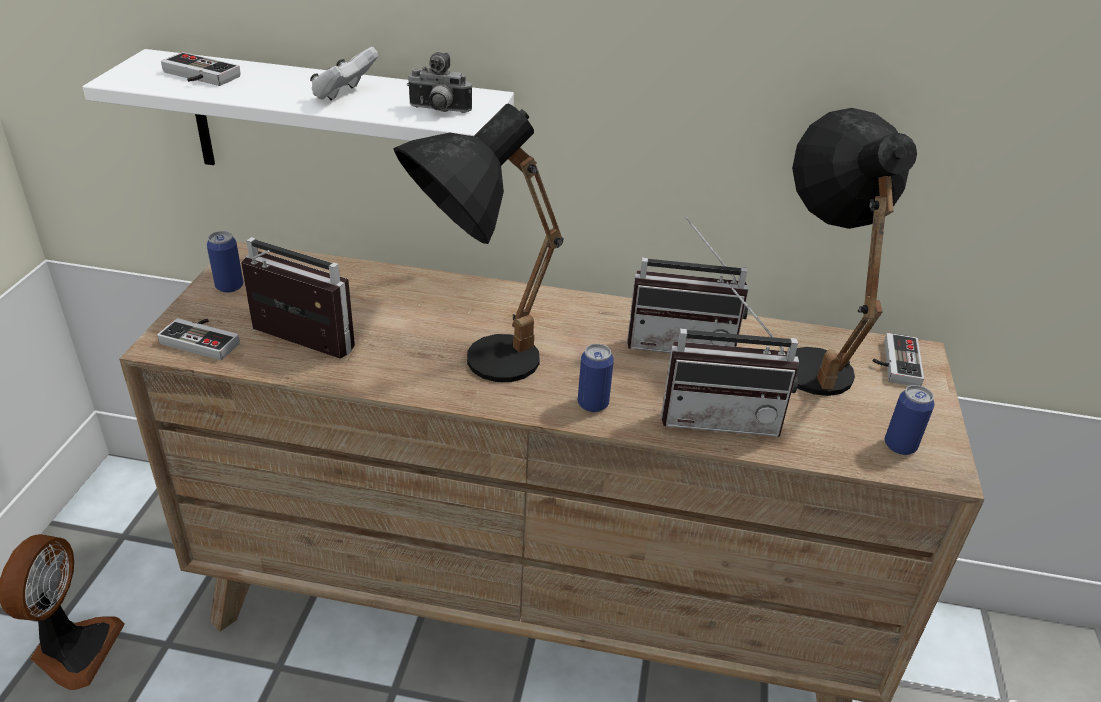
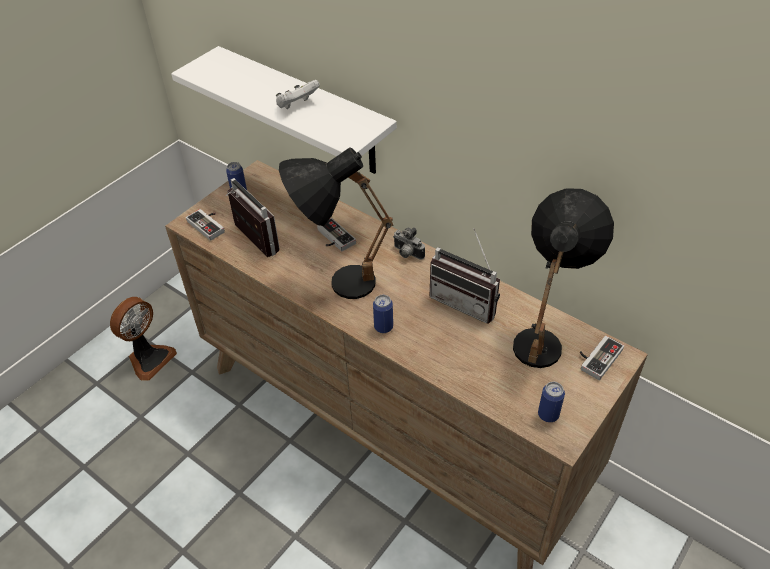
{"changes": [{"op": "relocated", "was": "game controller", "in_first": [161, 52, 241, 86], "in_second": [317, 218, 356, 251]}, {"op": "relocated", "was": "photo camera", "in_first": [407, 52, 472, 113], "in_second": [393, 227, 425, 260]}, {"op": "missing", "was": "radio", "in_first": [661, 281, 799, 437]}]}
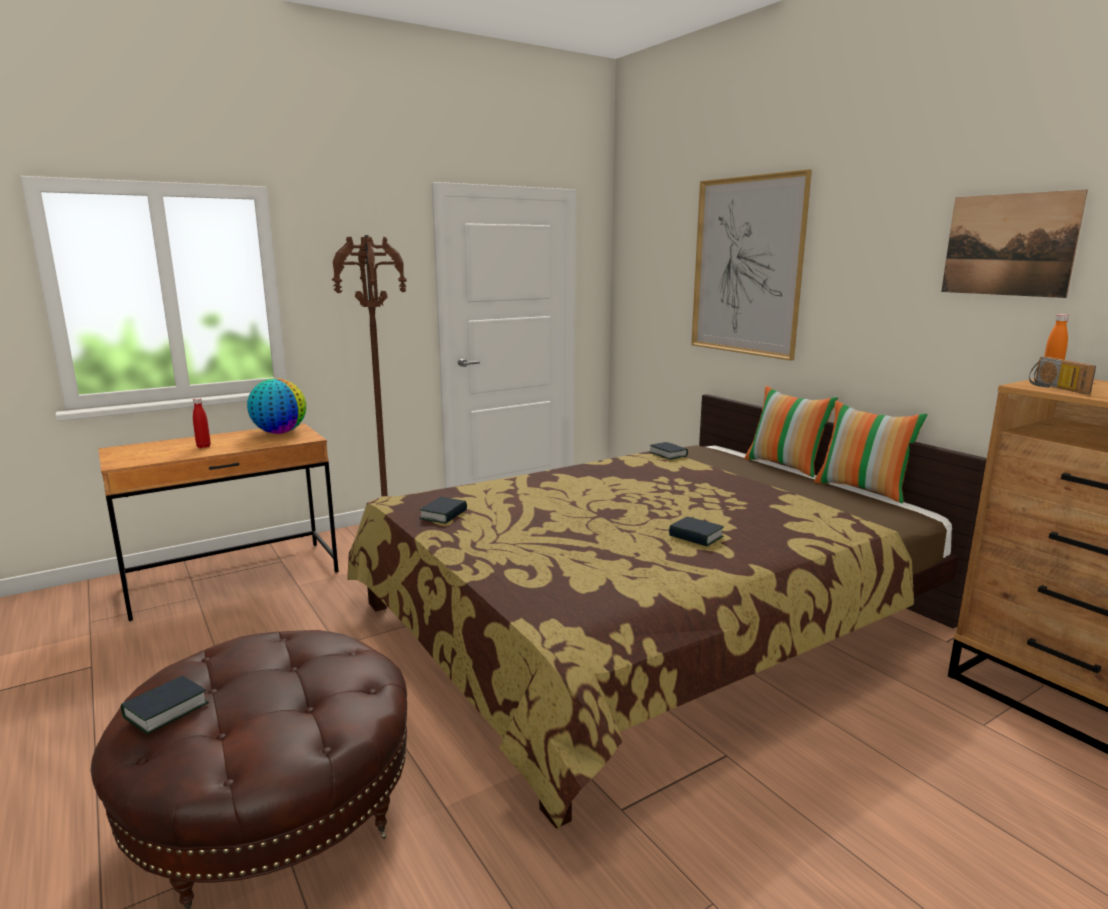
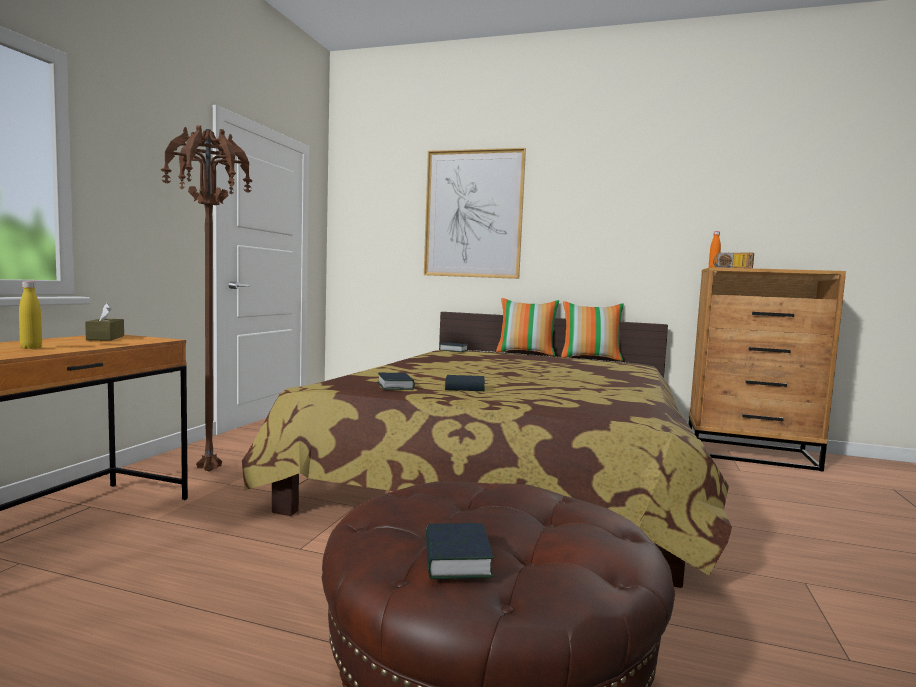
{"changes": [{"op": "colour", "was": "bottle in red", "now": "bottle in yellow", "in_first": [193, 398, 211, 448], "in_second": [19, 281, 42, 349]}, {"op": "exchanged", "was": "globe", "now": "tissue box in brown", "in_first": [247, 378, 306, 434], "in_second": [85, 303, 124, 340]}, {"op": "relocated", "was": "book", "in_first": [669, 517, 724, 546], "in_second": [445, 375, 485, 391]}, {"op": "missing", "was": "picture", "in_first": [941, 190, 1088, 298]}]}
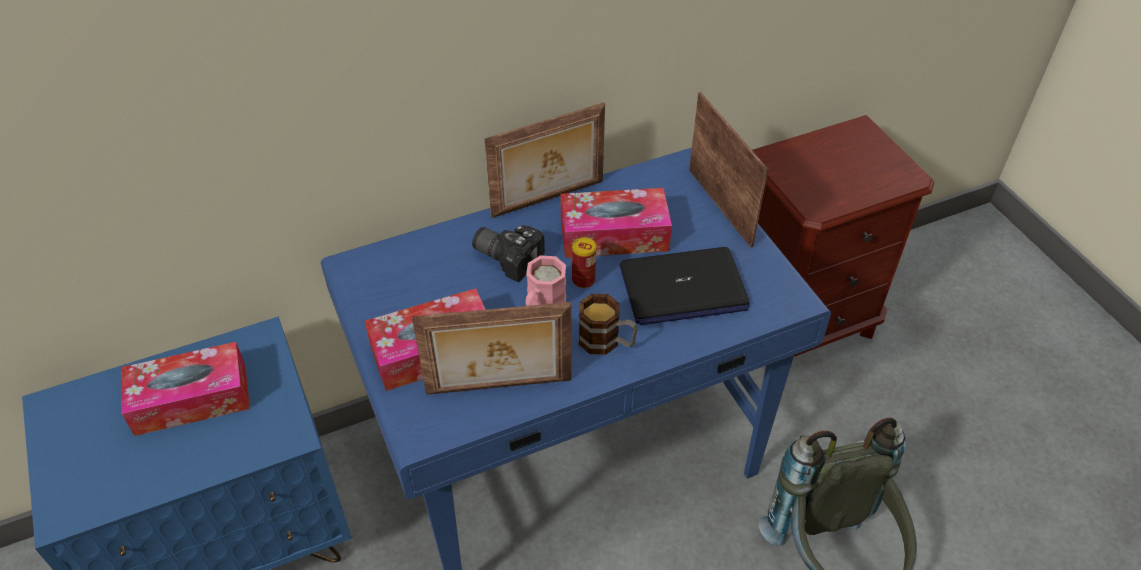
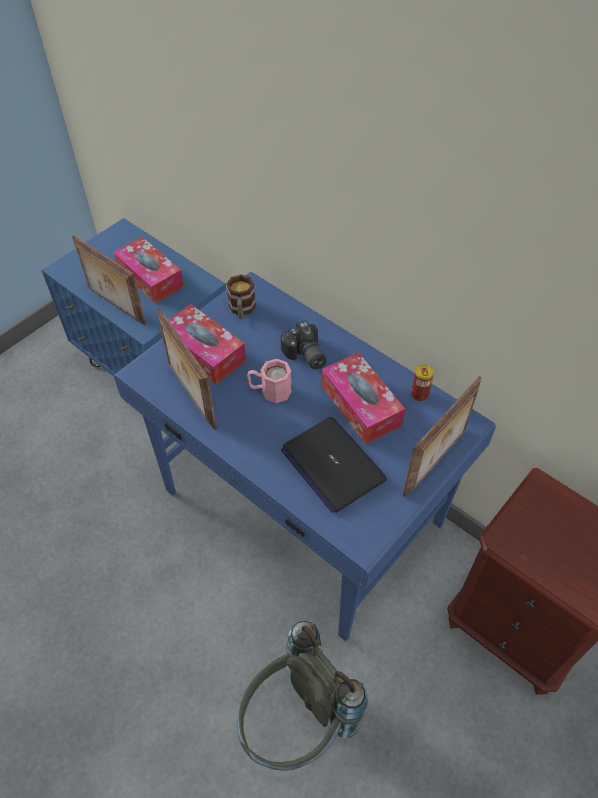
{"changes": [{"op": "relocated", "was": "picture frame", "in_first": [485, 102, 605, 218], "in_second": [72, 235, 146, 325]}, {"op": "relocated", "was": "mug", "in_first": [579, 294, 638, 355], "in_second": [226, 275, 256, 319]}, {"op": "spun", "was": "photo camera", "in_first": [472, 225, 545, 282], "in_second": [281, 321, 326, 369], "clockwise": 150}, {"op": "relocated", "was": "can", "in_first": [572, 237, 597, 288], "in_second": [411, 364, 434, 401]}]}
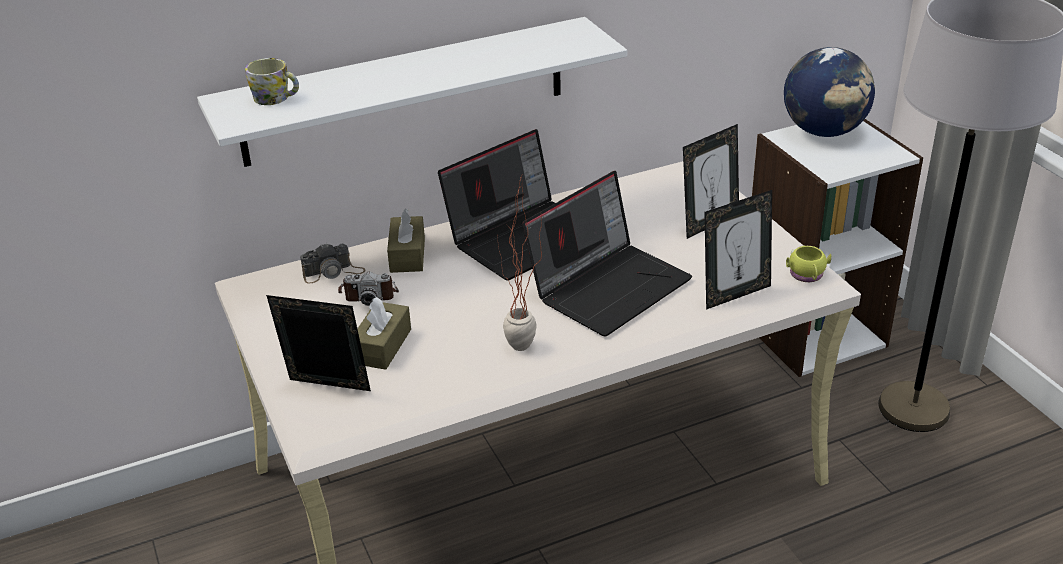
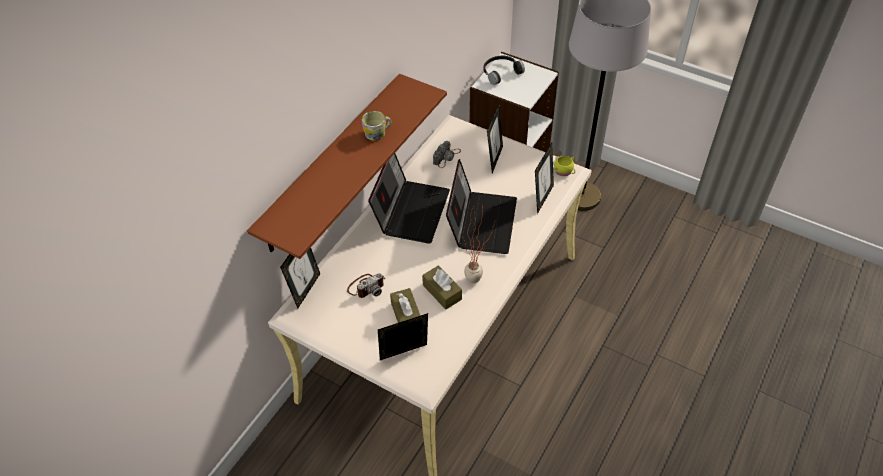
{"changes": [{"op": "colour", "was": "shelf in white", "now": "shelf in brown", "in_first": [197, 17, 627, 167], "in_second": [247, 74, 447, 259]}, {"op": "appeared", "now": "picture frame", "in_second": [280, 248, 320, 308]}, {"op": "relocated", "was": "mug", "in_first": [245, 58, 299, 105], "in_second": [362, 111, 391, 141]}, {"op": "relocated", "was": "tissue box in brown", "in_first": [387, 208, 425, 273], "in_second": [422, 265, 462, 310]}, {"op": "relocated", "was": "photo camera", "in_first": [300, 243, 366, 283], "in_second": [433, 141, 461, 168]}, {"op": "exchanged", "was": "globe", "now": "headphones in black", "in_first": [784, 47, 875, 137], "in_second": [484, 56, 525, 85]}]}
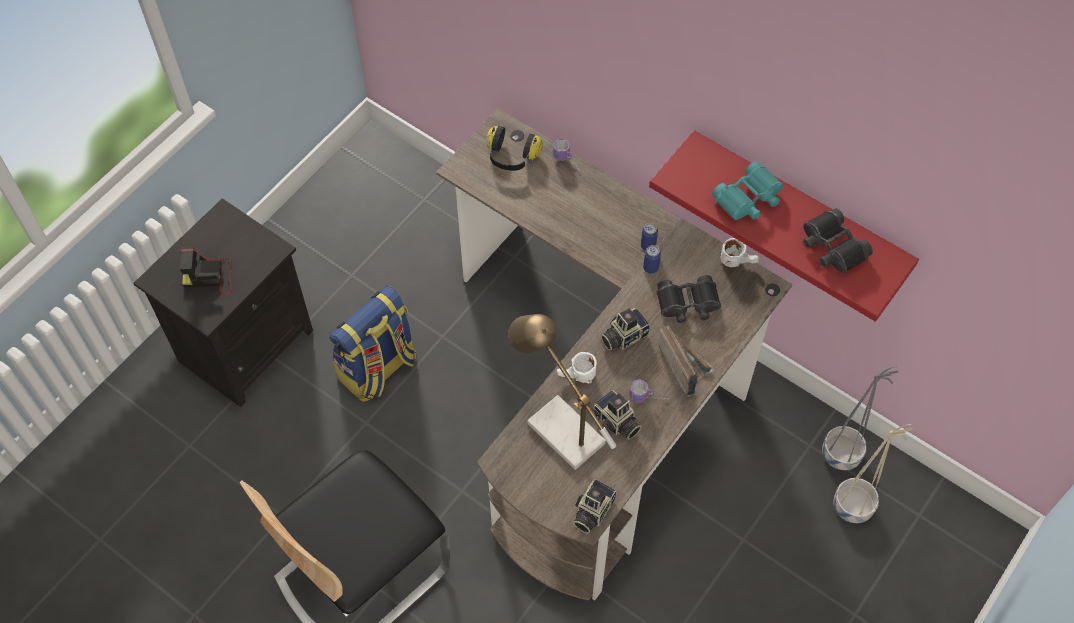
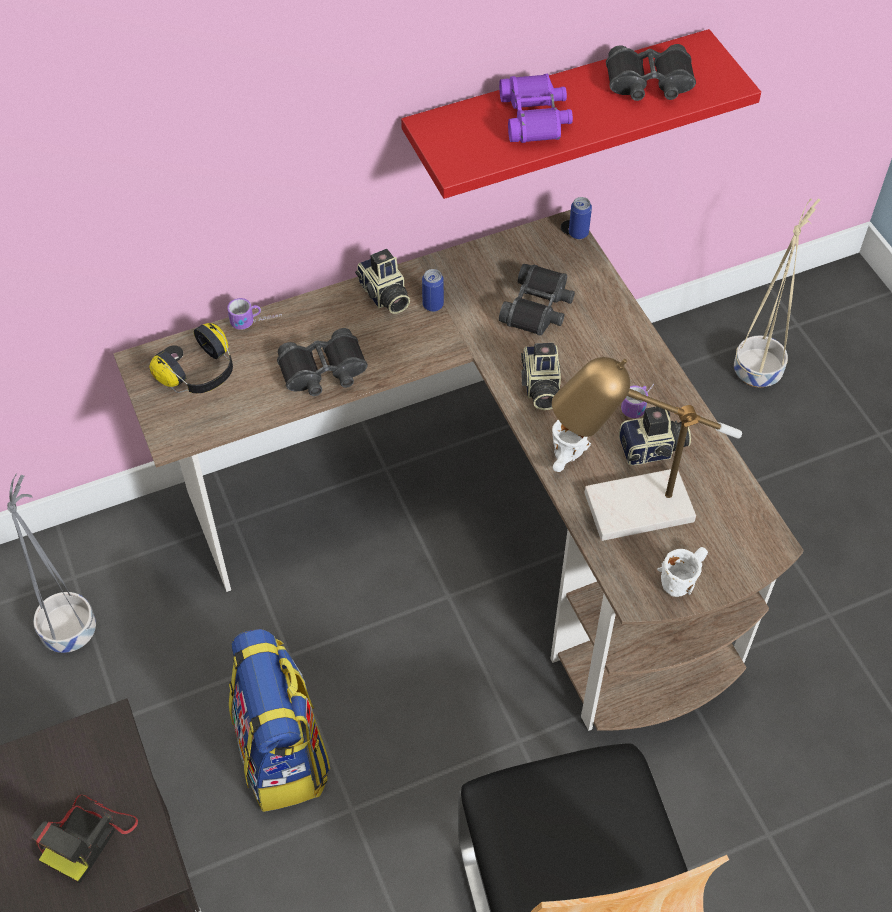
{"changes": [{"op": "relocated", "was": "planter in grey", "in_first": [822, 367, 898, 470], "in_second": [7, 473, 96, 653]}, {"op": "appeared", "now": "binoculars in black", "in_second": [277, 328, 368, 396]}, {"op": "relocated", "was": "photo camera", "in_first": [573, 479, 617, 534], "in_second": [355, 249, 410, 314]}, {"op": "colour", "was": "binoculars in turquoise", "now": "binoculars in purple", "in_first": [712, 161, 783, 220], "in_second": [499, 74, 573, 143]}, {"op": "relocated", "was": "can", "in_first": [643, 245, 661, 273], "in_second": [569, 197, 592, 239]}, {"op": "relocated", "was": "mug in white", "in_first": [721, 238, 759, 267], "in_second": [657, 547, 708, 597]}, {"op": "missing", "was": "radio", "in_first": [659, 326, 715, 397]}]}
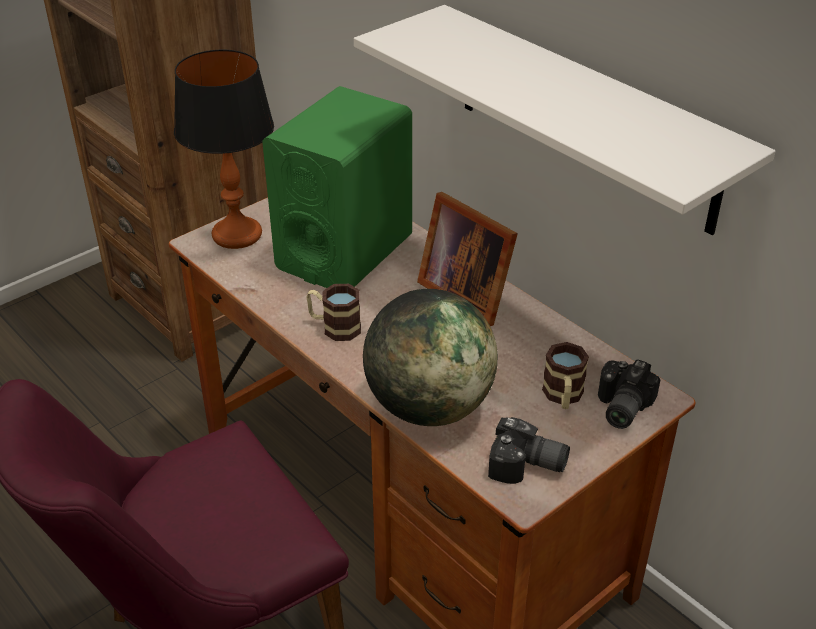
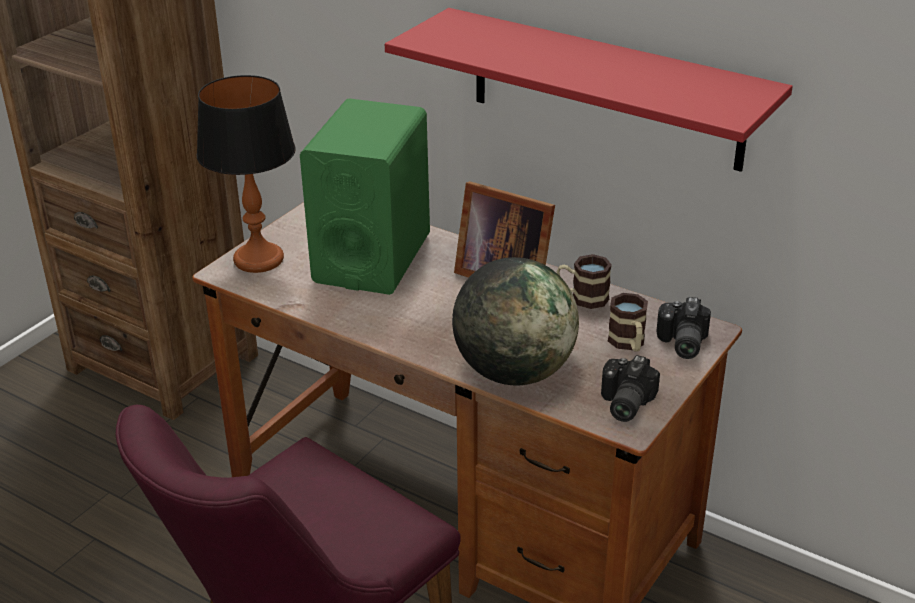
{"changes": [{"op": "colour", "was": "shelf in white", "now": "shelf in red", "in_first": [354, 5, 776, 235], "in_second": [385, 8, 793, 172]}, {"op": "relocated", "was": "mug", "in_first": [306, 284, 361, 341], "in_second": [557, 254, 612, 309]}, {"op": "spun", "was": "photo camera", "in_first": [488, 417, 570, 484], "in_second": [601, 355, 660, 422], "clockwise": 105}]}
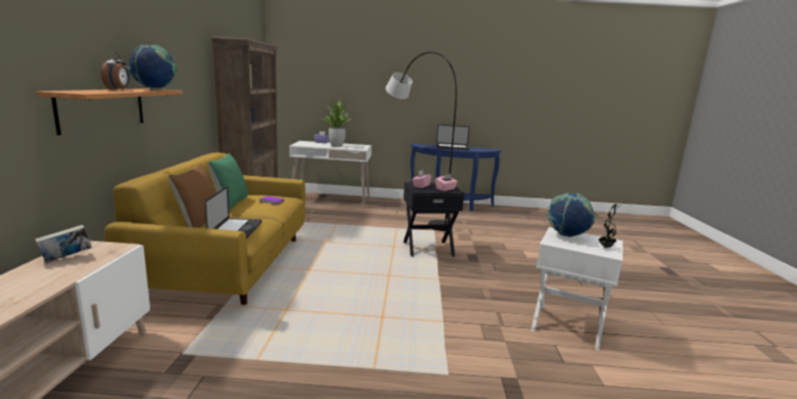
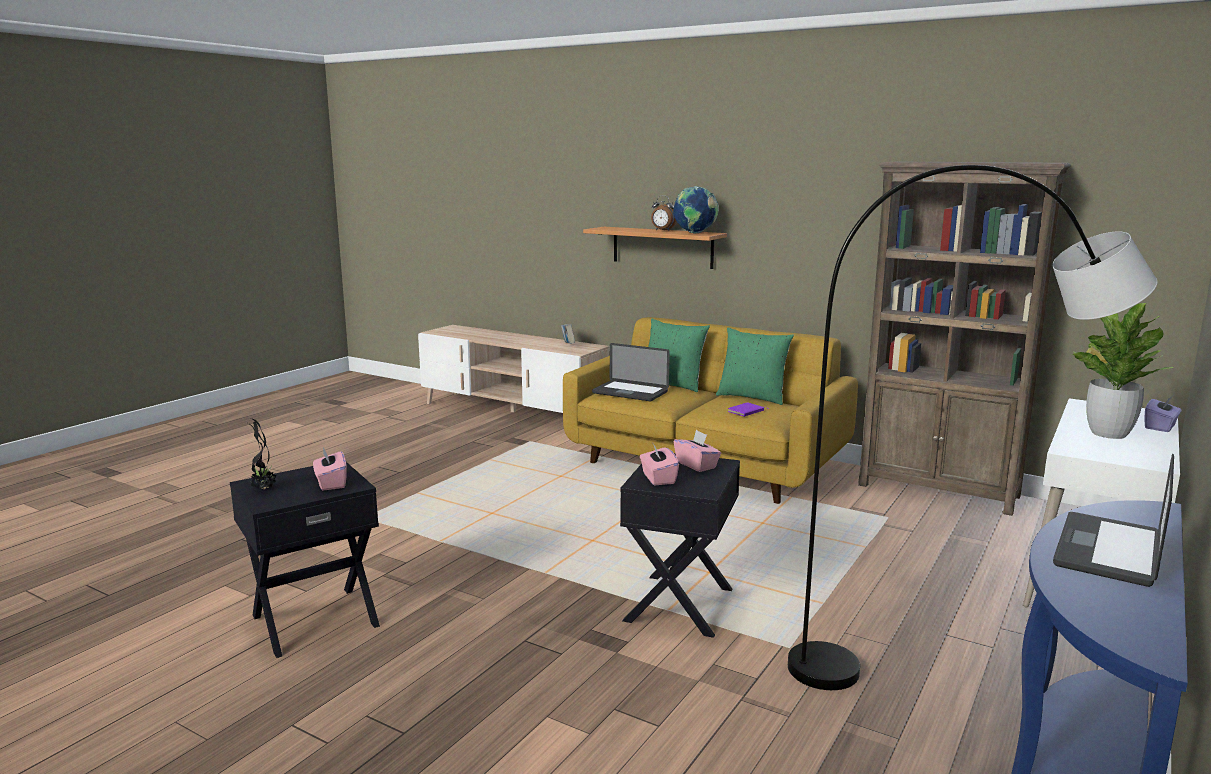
{"changes": [{"op": "colour", "was": "side table in white", "now": "side table in black", "in_first": [531, 227, 623, 350], "in_second": [230, 462, 380, 658]}, {"op": "exchanged", "was": "globe", "now": "tissue box in pink", "in_first": [547, 193, 595, 237], "in_second": [313, 447, 346, 491]}, {"op": "colour", "was": "pillow in brown", "now": "pillow in green", "in_first": [168, 164, 216, 228], "in_second": [648, 319, 710, 392]}]}
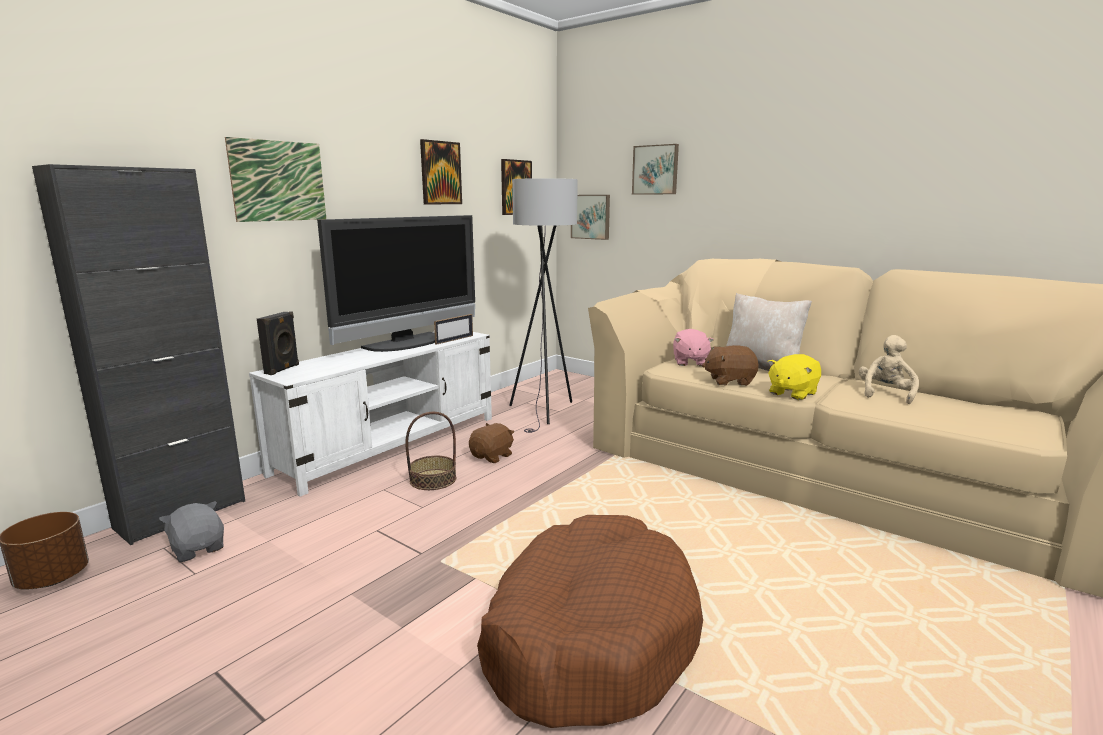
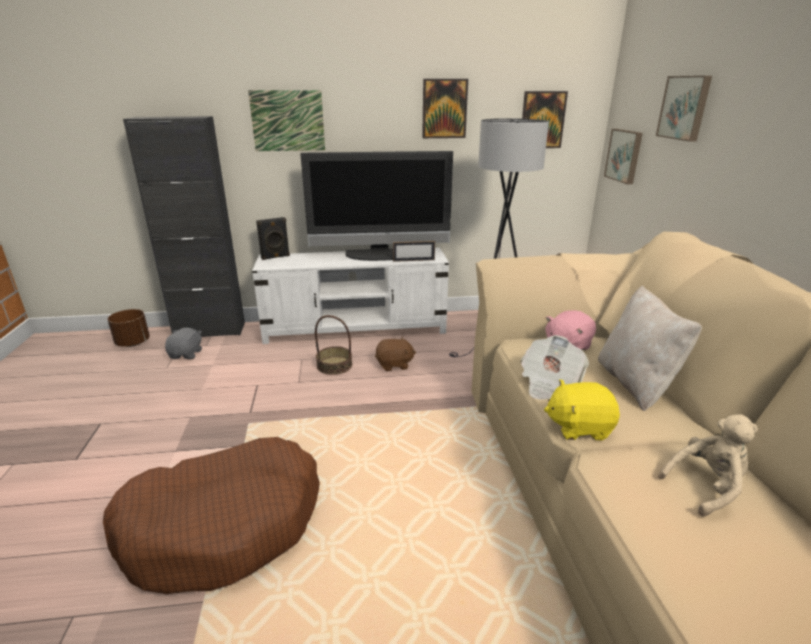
{"changes": [{"op": "exchanged", "was": "plush toy in brown", "now": "newspaper", "in_first": [702, 345, 759, 386], "in_second": [520, 335, 589, 400]}]}
